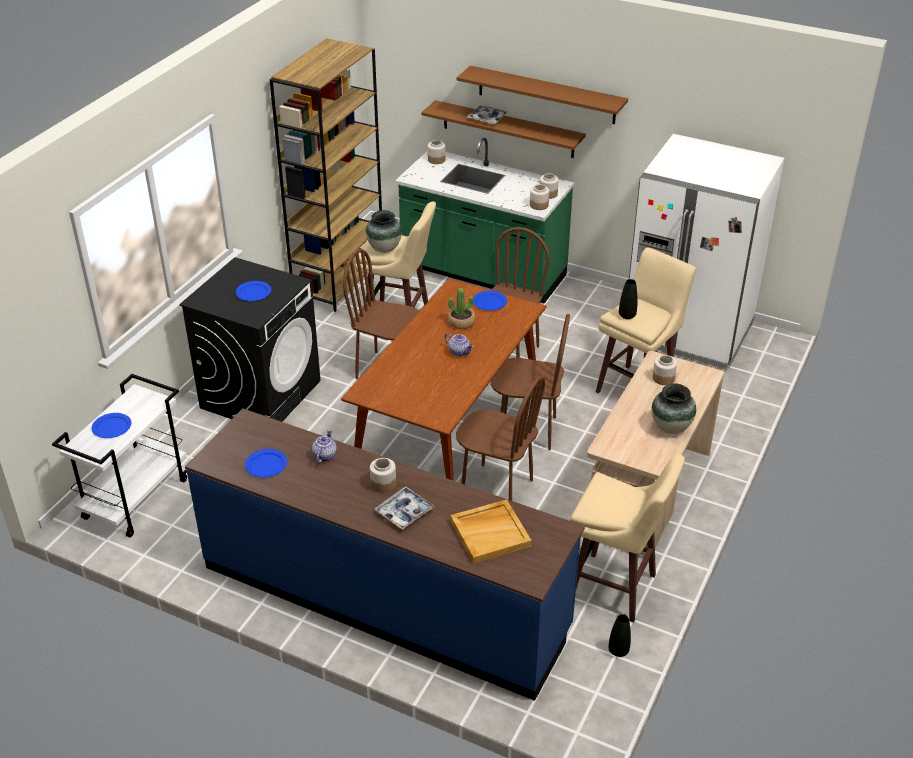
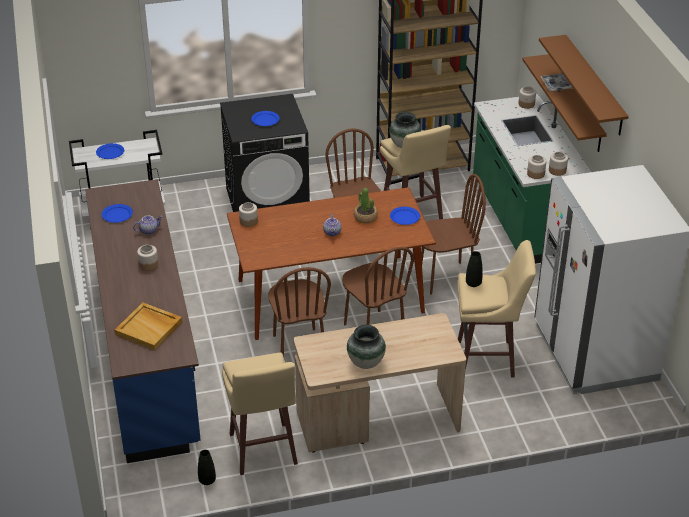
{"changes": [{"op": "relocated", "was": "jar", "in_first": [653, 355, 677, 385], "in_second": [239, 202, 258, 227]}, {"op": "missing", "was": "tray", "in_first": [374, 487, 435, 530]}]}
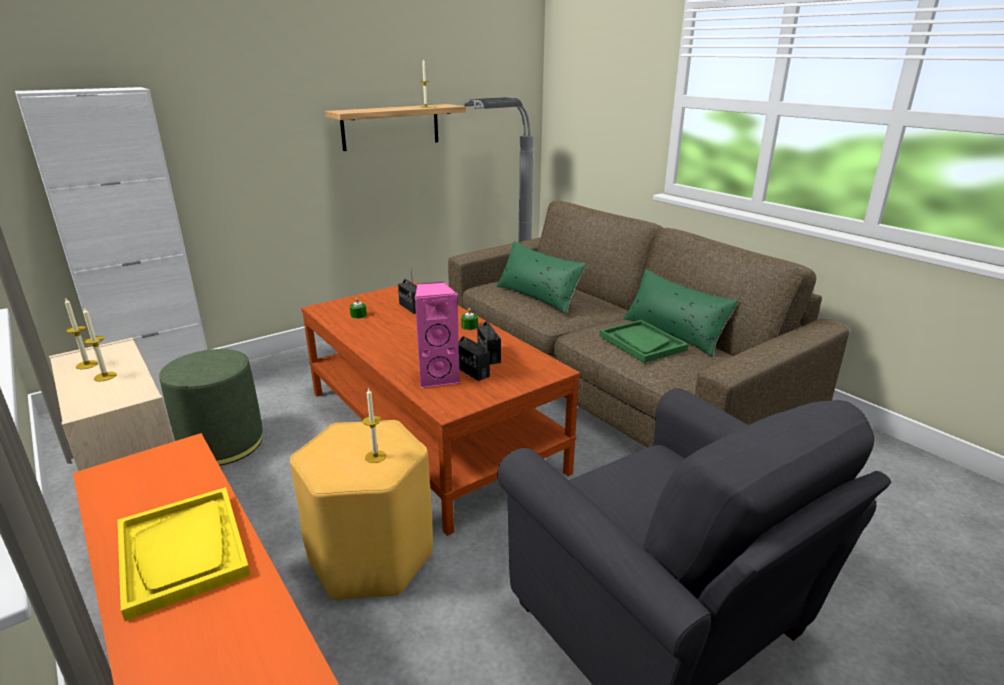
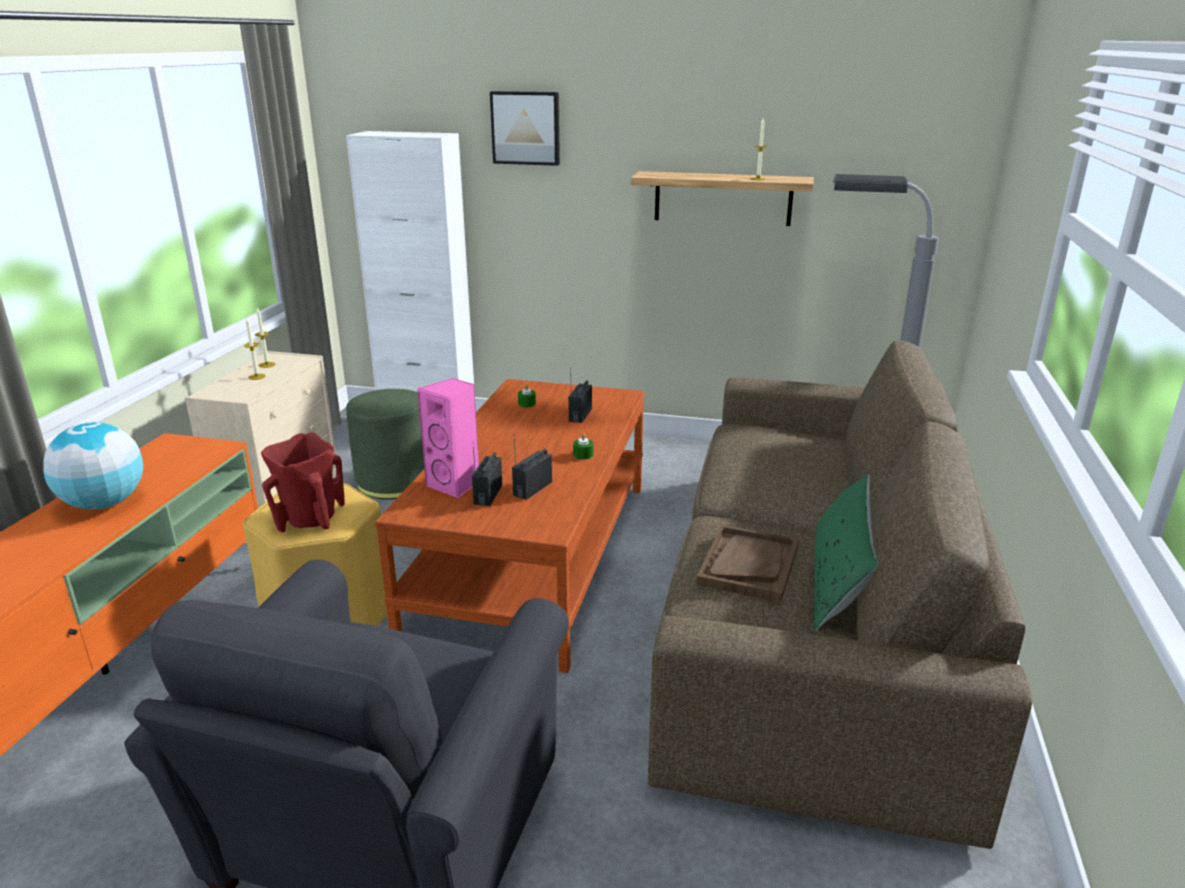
{"changes": [{"op": "exchanged", "was": "tray in yellow", "now": "globe", "in_first": [118, 487, 251, 621], "in_second": [43, 422, 143, 510]}, {"op": "exchanged", "was": "candle", "now": "vase in red", "in_first": [362, 387, 386, 463], "in_second": [261, 432, 345, 532]}, {"op": "appeared", "now": "picture", "in_second": [490, 91, 560, 166]}, {"op": "colour", "was": "tray in green", "now": "tray in brown", "in_first": [599, 320, 688, 363], "in_second": [696, 525, 799, 602]}, {"op": "missing", "was": "pillow in green", "in_first": [496, 241, 586, 314]}]}
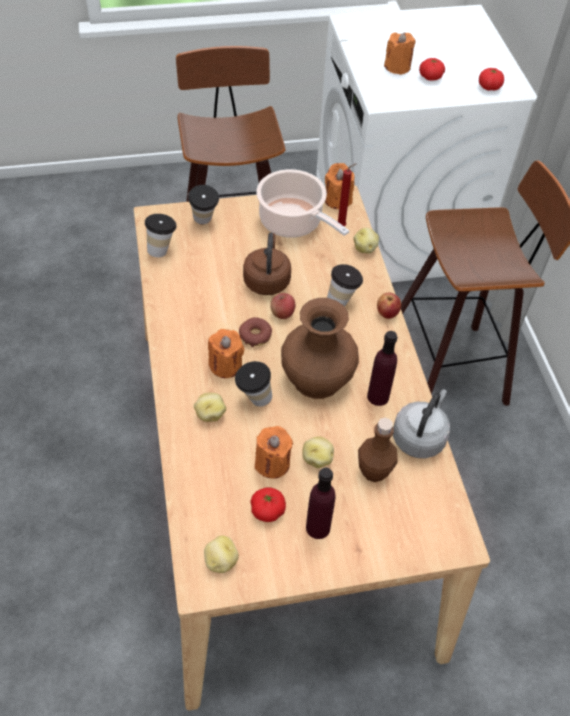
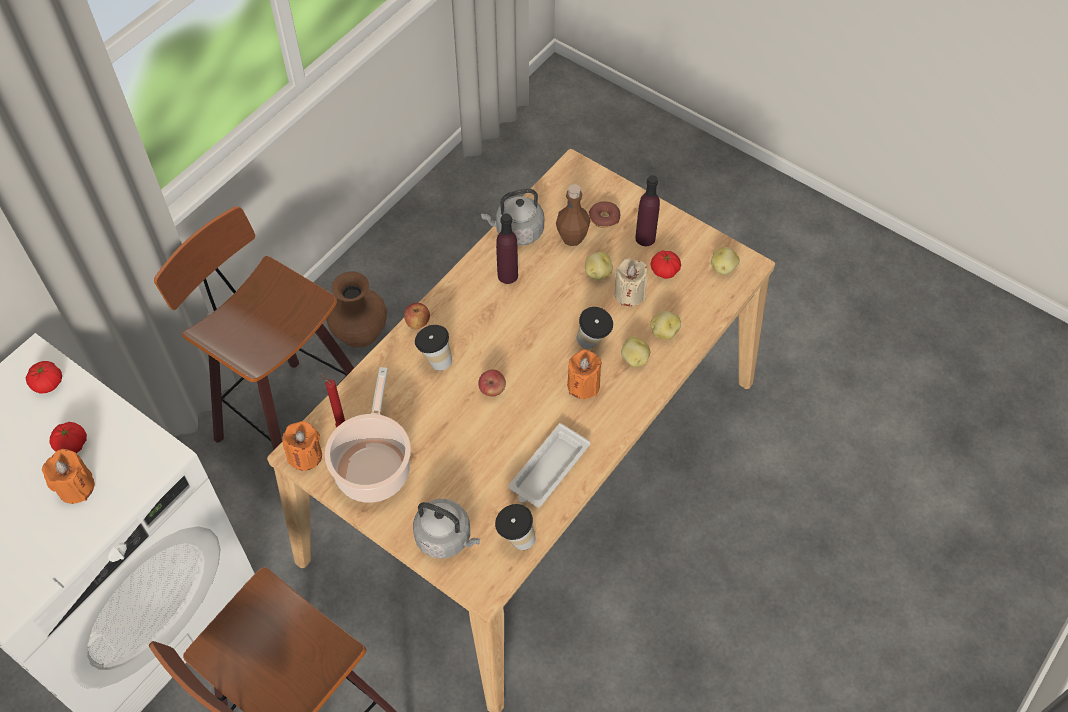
{"changes": [{"op": "relocated", "was": "vase in brown", "in_first": [281, 298, 359, 399], "in_second": [326, 271, 387, 348]}, {"op": "exchanged", "was": "cup", "now": "kettle in grey", "in_first": [188, 185, 219, 224], "in_second": [413, 499, 480, 558]}, {"op": "appeared", "now": "tray in white", "in_second": [509, 423, 590, 507]}, {"op": "relocated", "was": "donut", "in_first": [239, 317, 272, 347], "in_second": [589, 201, 621, 228]}, {"op": "colour", "was": "candle in orange", "now": "candle in beige", "in_first": [255, 426, 293, 479], "in_second": [614, 259, 647, 306]}, {"op": "relocated", "was": "potato", "in_first": [353, 228, 379, 254], "in_second": [650, 311, 681, 339]}, {"op": "missing", "was": "kettle in brown", "in_first": [243, 233, 291, 295]}]}
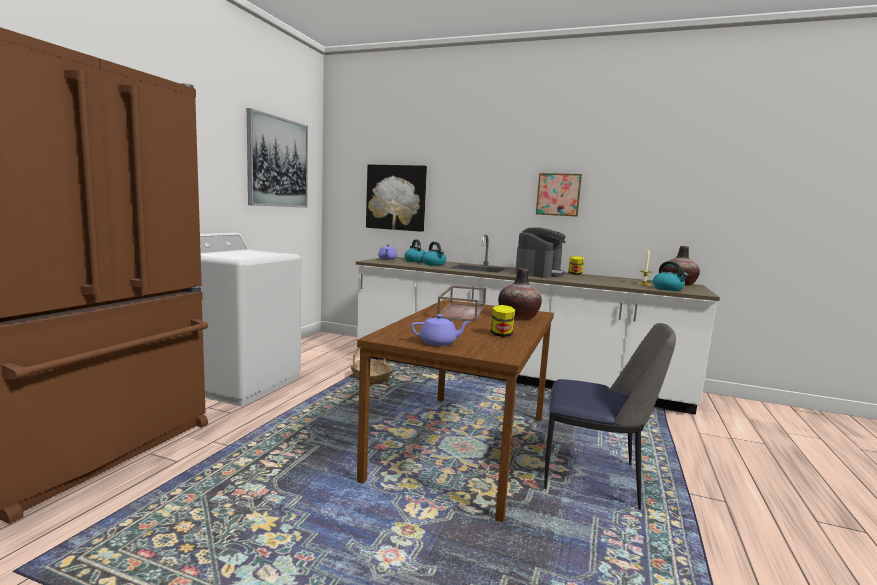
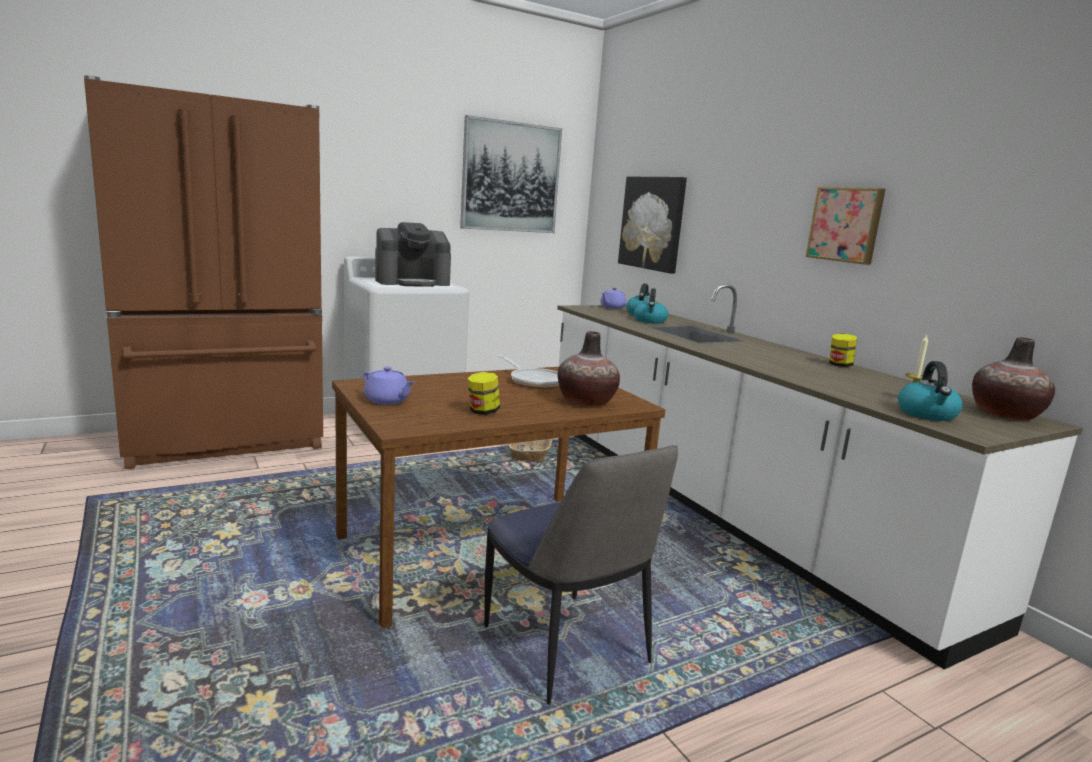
{"changes": [{"op": "relocated", "was": "coffee machine", "in_first": [515, 227, 566, 278], "in_second": [375, 222, 451, 287]}, {"op": "exchanged", "was": "tray in brown", "now": "frying pan", "in_first": [437, 286, 486, 322], "in_second": [498, 355, 559, 389]}]}
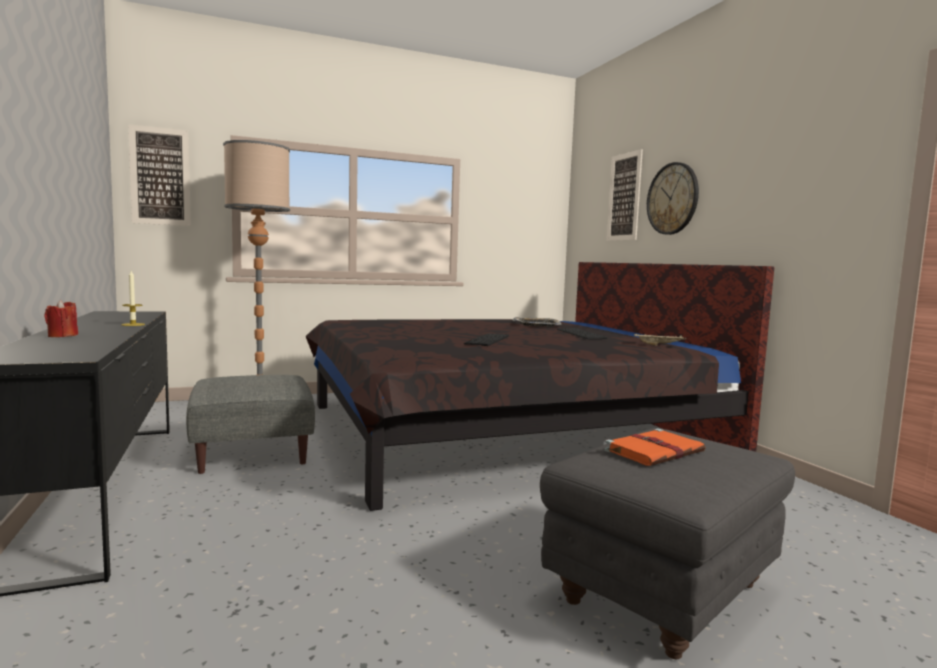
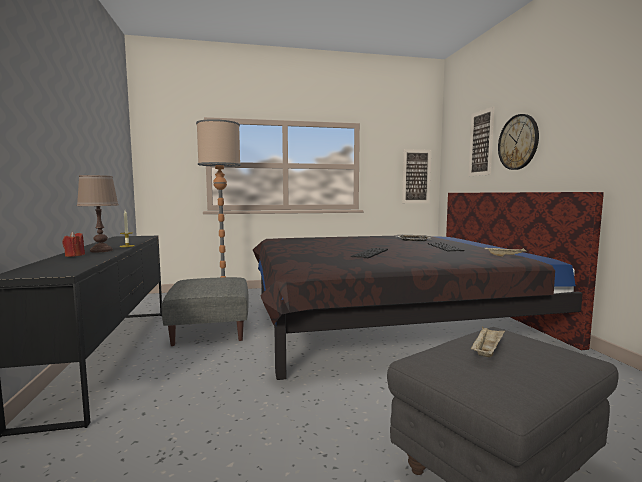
{"changes": [{"op": "appeared", "now": "table lamp in brown", "in_second": [77, 175, 119, 252]}, {"op": "relocated", "was": "picture", "in_first": [128, 124, 191, 226], "in_second": [402, 149, 431, 203]}, {"op": "exchanged", "was": "book in orange", "now": "tray in beige", "in_first": [604, 429, 705, 466], "in_second": [471, 326, 505, 357]}]}
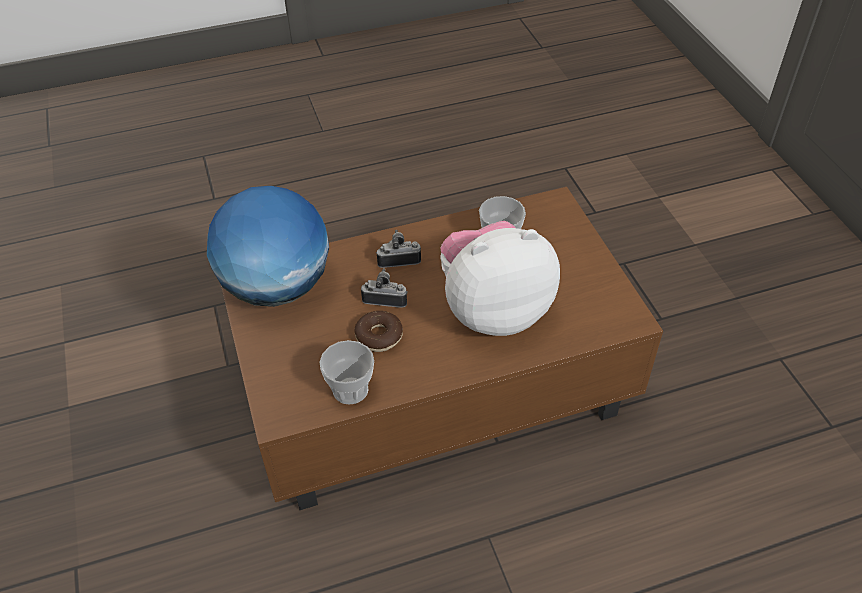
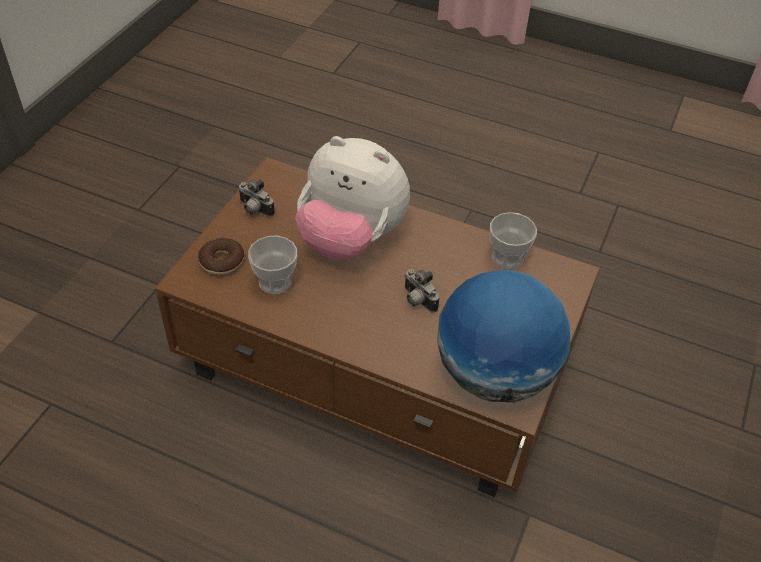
{"changes": [{"op": "relocated", "was": "donut", "in_first": [354, 311, 403, 352], "in_second": [198, 238, 244, 275]}, {"op": "relocated", "was": "photo camera", "in_first": [376, 230, 421, 268], "in_second": [238, 179, 275, 217]}]}
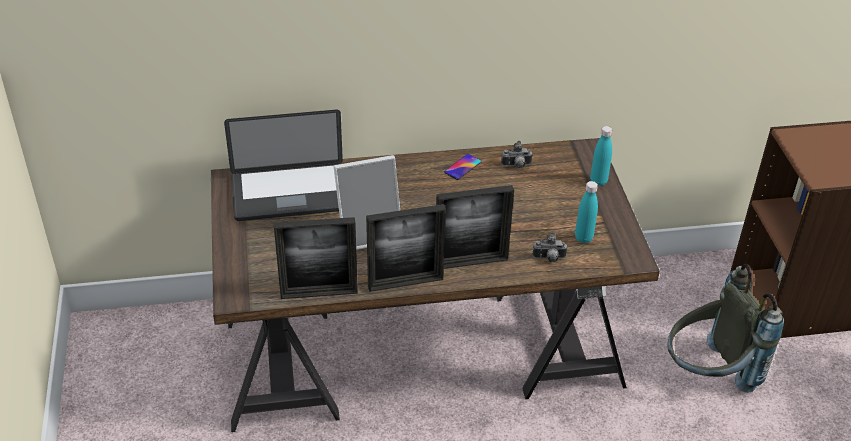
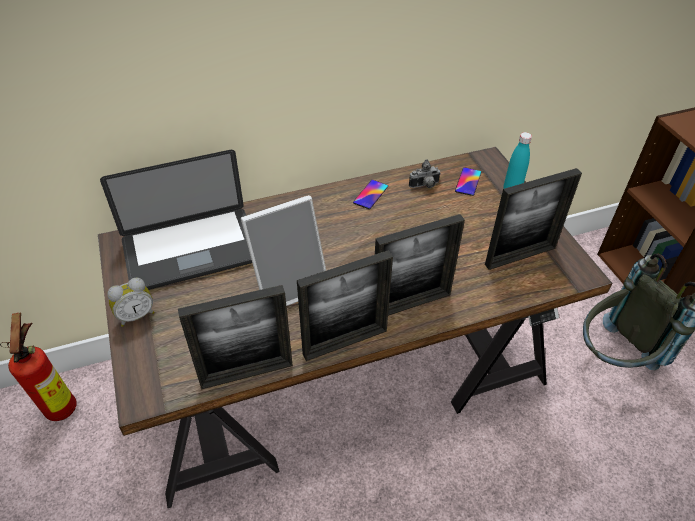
{"changes": [{"op": "appeared", "now": "fire extinguisher", "in_second": [0, 312, 77, 421]}, {"op": "appeared", "now": "alarm clock", "in_second": [107, 278, 154, 327]}, {"op": "appeared", "now": "phone", "in_second": [455, 167, 481, 196]}, {"op": "exchanged", "was": "bottle in turquoise", "now": "picture frame", "in_first": [575, 181, 598, 243], "in_second": [485, 168, 582, 270]}, {"op": "missing", "was": "photo camera", "in_first": [532, 232, 567, 262]}]}
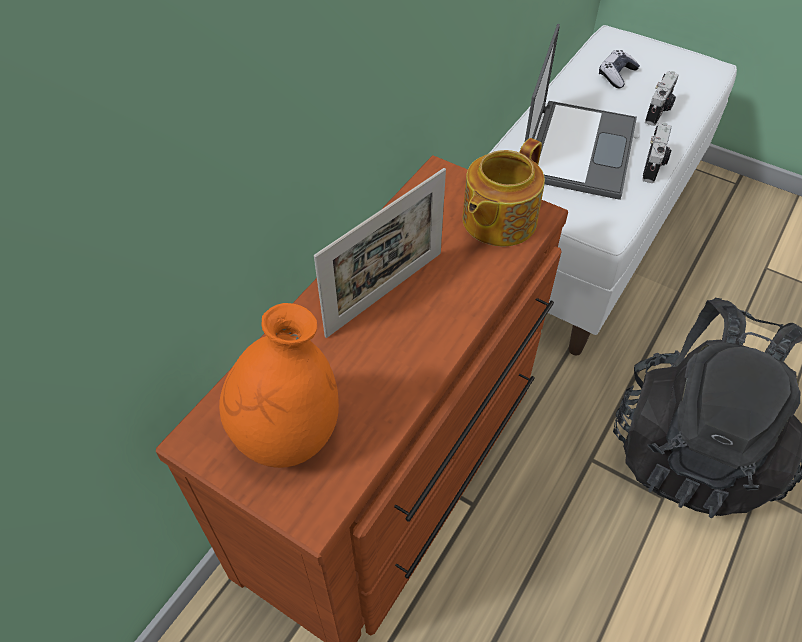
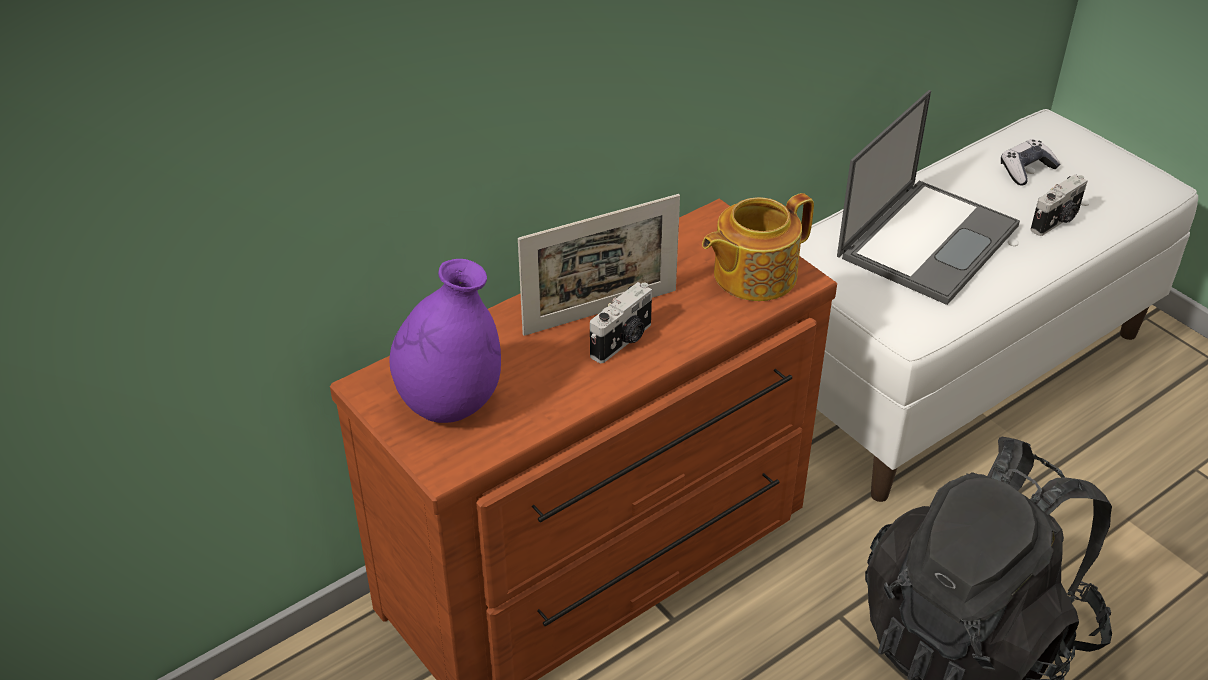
{"changes": [{"op": "colour", "was": "vase in orange", "now": "vase in purple", "in_first": [219, 303, 339, 468], "in_second": [389, 259, 501, 423]}, {"op": "relocated", "was": "photo camera", "in_first": [642, 122, 671, 183], "in_second": [590, 282, 652, 363]}]}
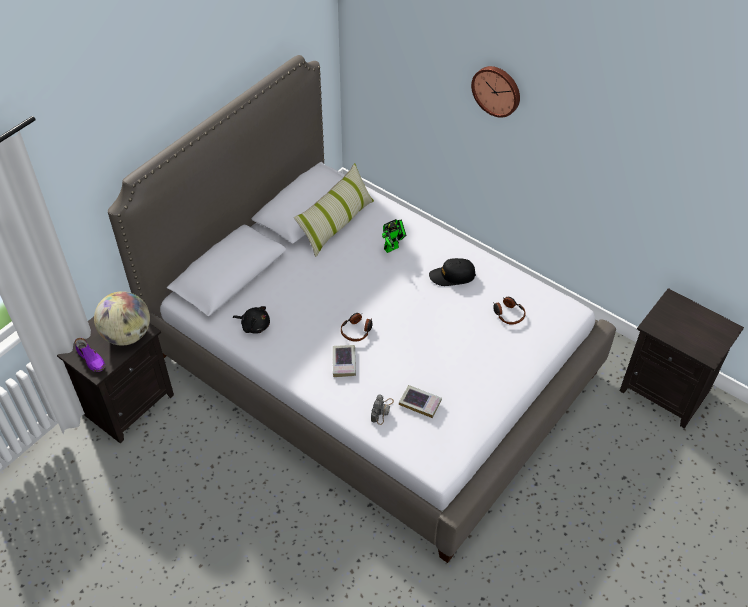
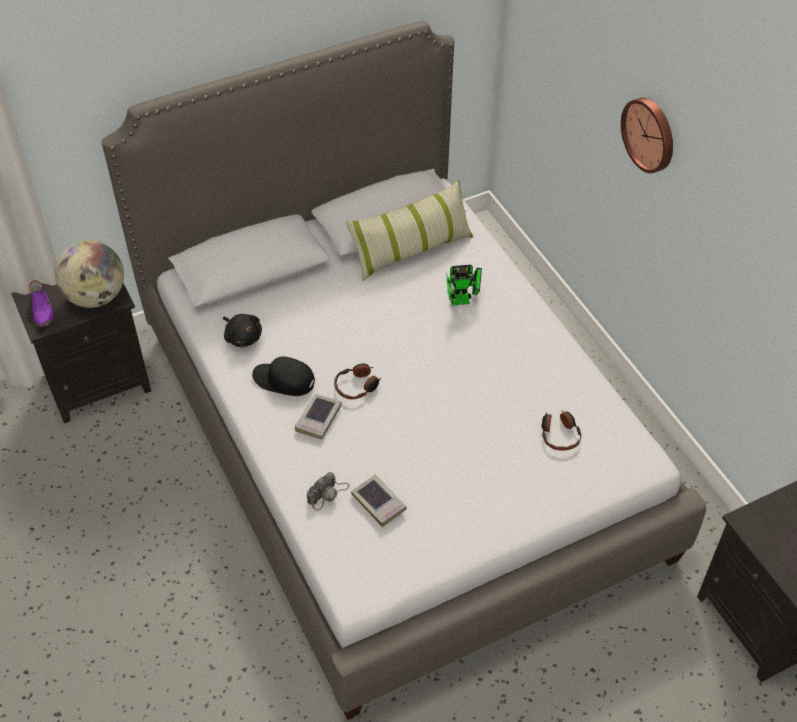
{"changes": [{"op": "relocated", "was": "cap in black", "in_first": [429, 258, 476, 286], "in_second": [252, 356, 315, 396]}]}
